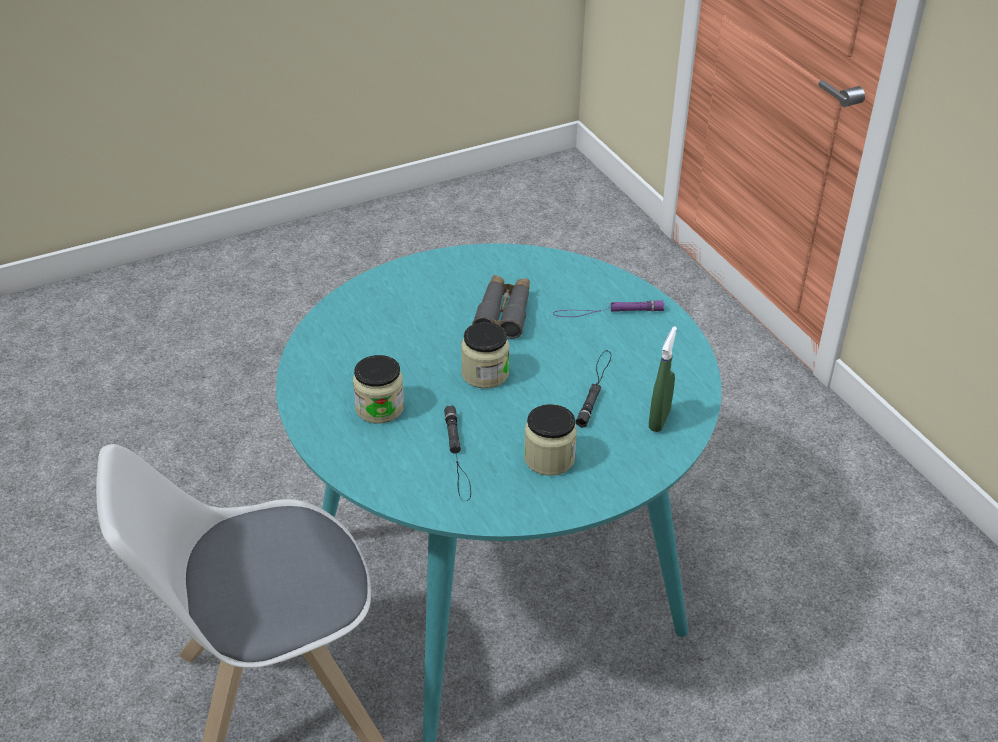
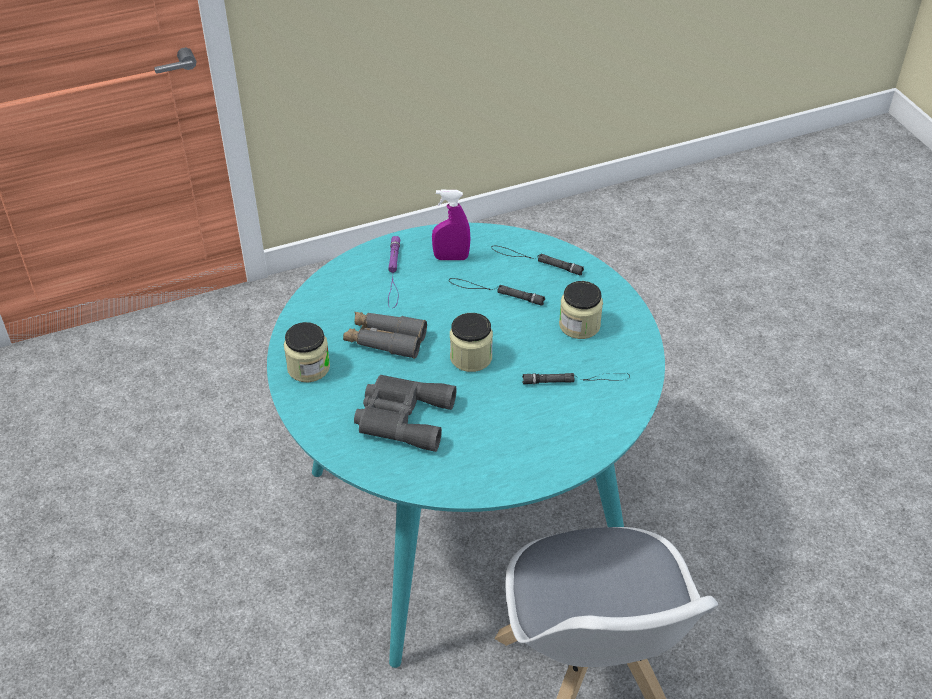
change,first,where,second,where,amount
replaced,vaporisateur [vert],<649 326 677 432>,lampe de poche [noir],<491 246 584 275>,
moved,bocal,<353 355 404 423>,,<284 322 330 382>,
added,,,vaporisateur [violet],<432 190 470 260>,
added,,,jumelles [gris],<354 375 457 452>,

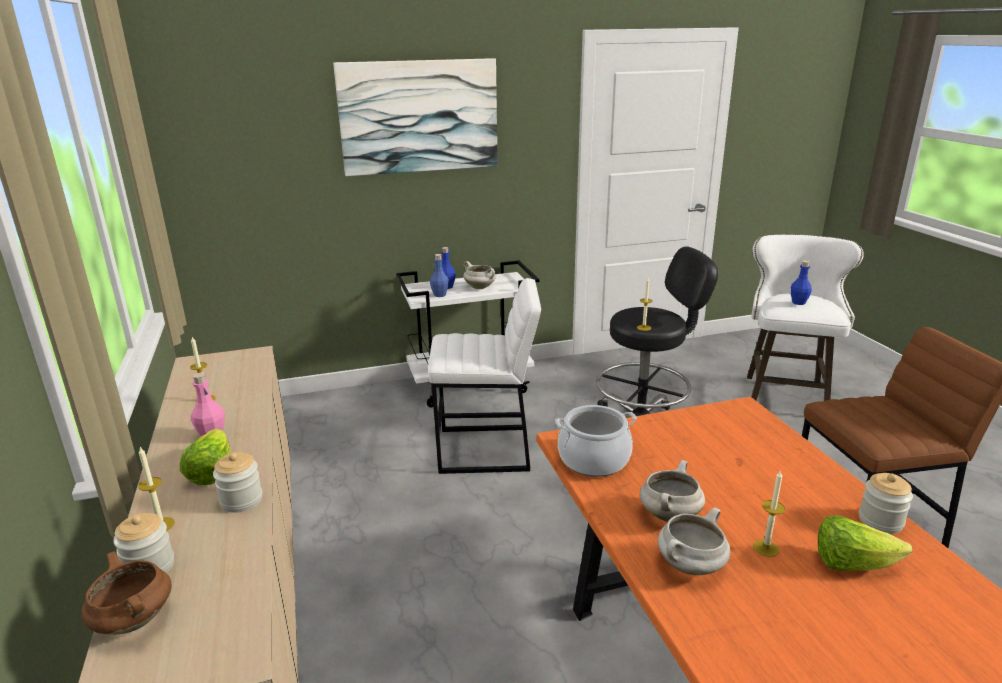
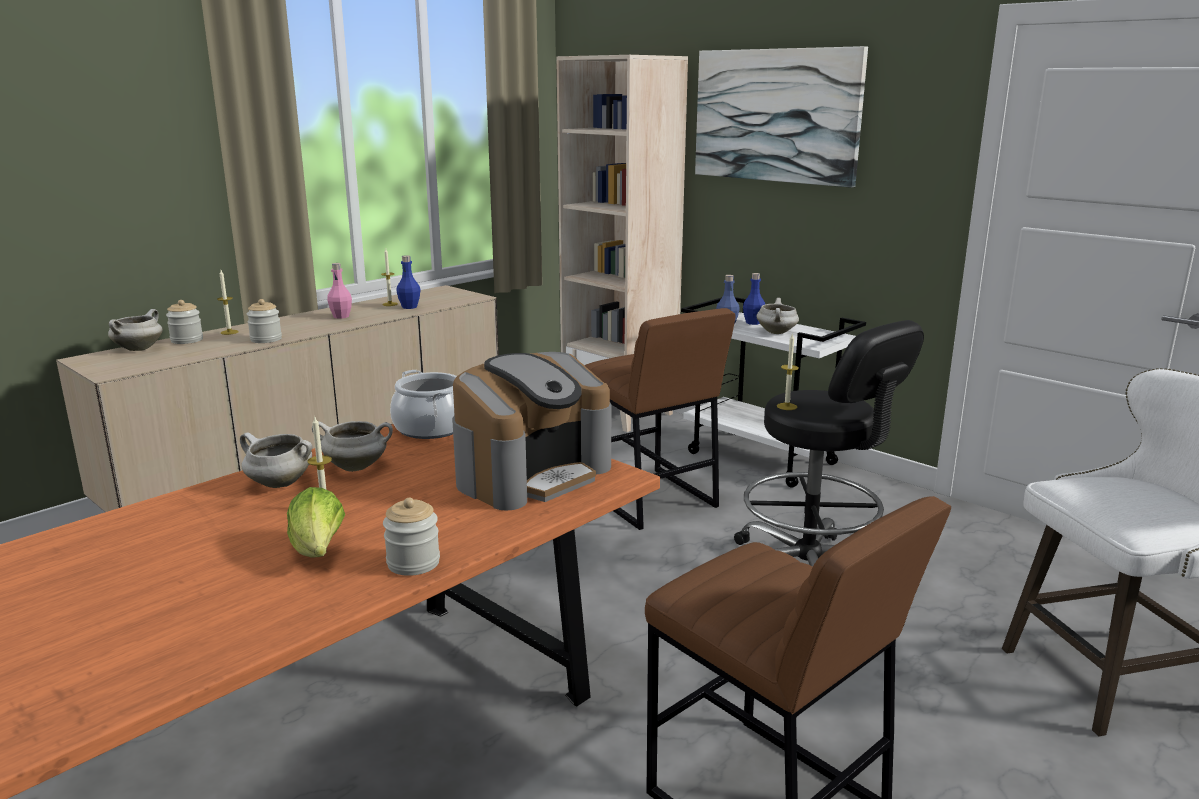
change,first,where,second,where,amount
moved,bouteille [bleu],<791 261 812 305>,,<396 255 420 309>,
recoloured,chaise [blanc],<428 278 541 474>,chaise [marron],<584 308 736 530>,
removed,laitue,<180 428 231 485>,,,
recoloured,marmite [marron],<82 551 172 635>,marmite [blanc],<108 309 163 351>,
added,,,bibliothèque [beige],<556 55 688 432>,
added,,,machine à café,<452 352 611 511>,

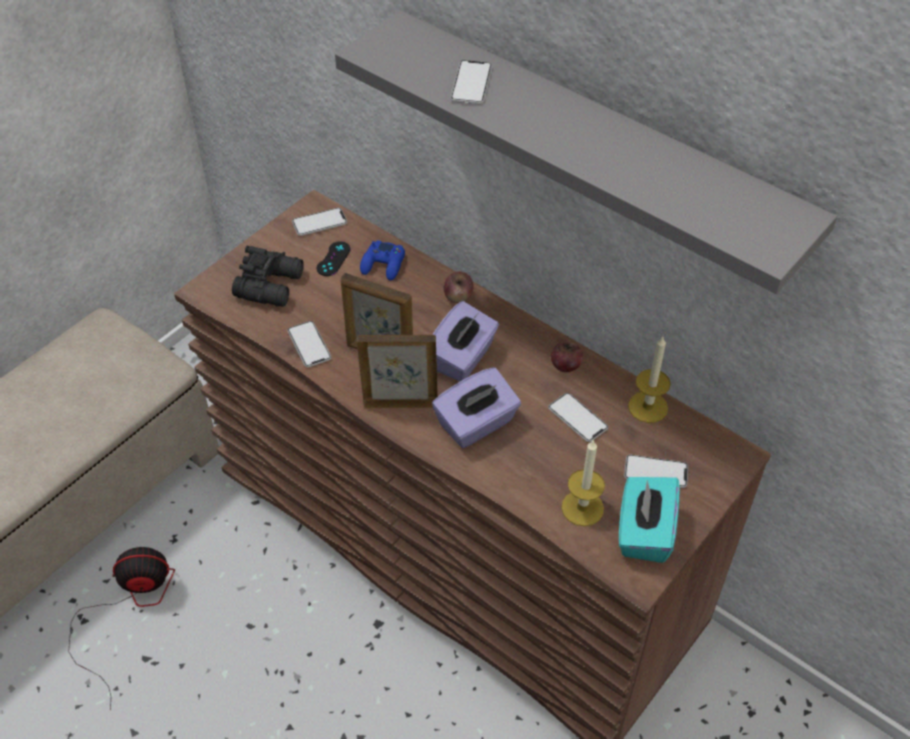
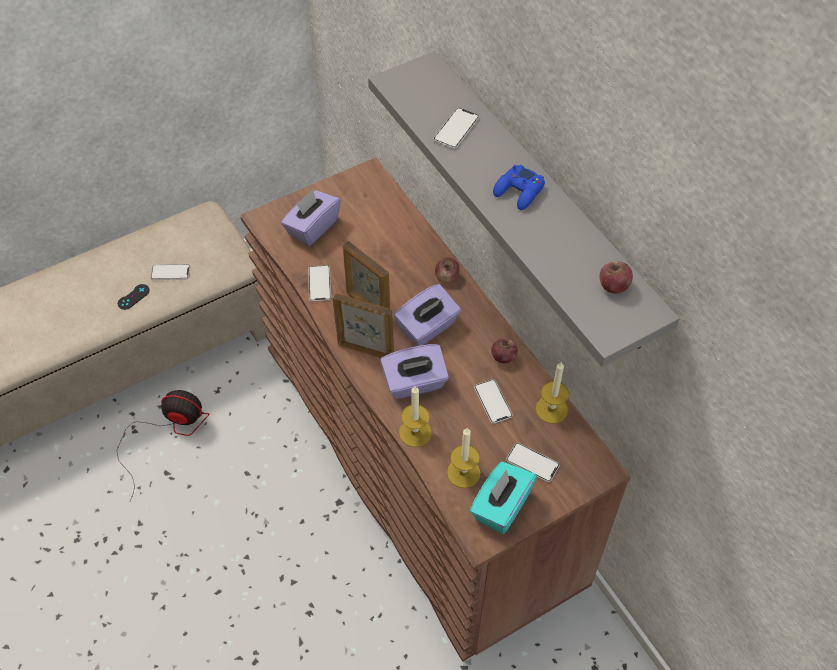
change,first,where,second,where,amount
moved,téléphone,<292 208 347 236>,,<150 264 190 280>,
moved,manette [bleu],<360 240 405 280>,,<493 165 545 210>,
moved,manette [noir],<317 241 351 276>,,<118 284 150 310>,
replaced,jumelles [noir],<232 246 304 307>,boîte à mouchoirs [violet],<281 190 341 246>,
added,,,pomme,<599 261 633 294>,
added,,,bougie,<399 386 432 447>,

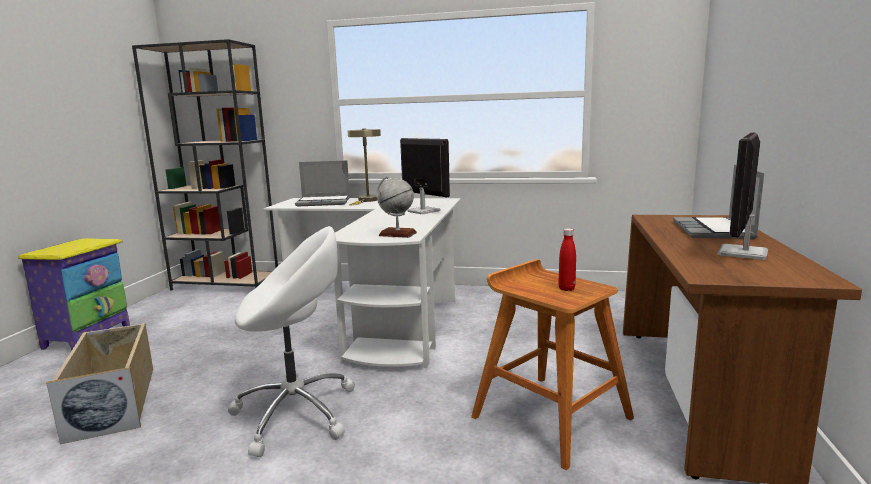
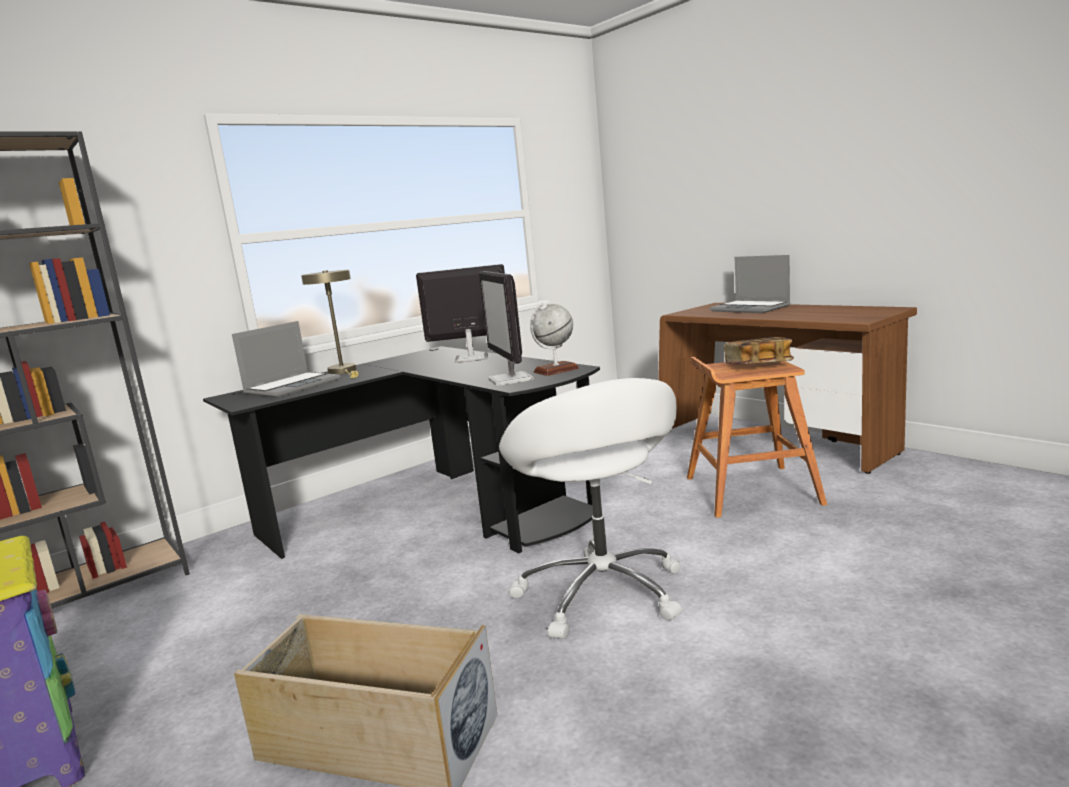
change,first,where,second,where,amount
moved,écran d'ordinateur,<717 133 768 260>,,<479 271 534 385>,
recoloured,bureau [blanc],<264 198 461 368>,bureau [noir],<203 346 600 559>,
turned,chaise de bureau [blanc],<228 226 355 457>,,<499 378 682 639>,135 degrees clockwise
replaced,bouteille [rouge],<558 228 576 291>,livre,<724 337 794 364>,

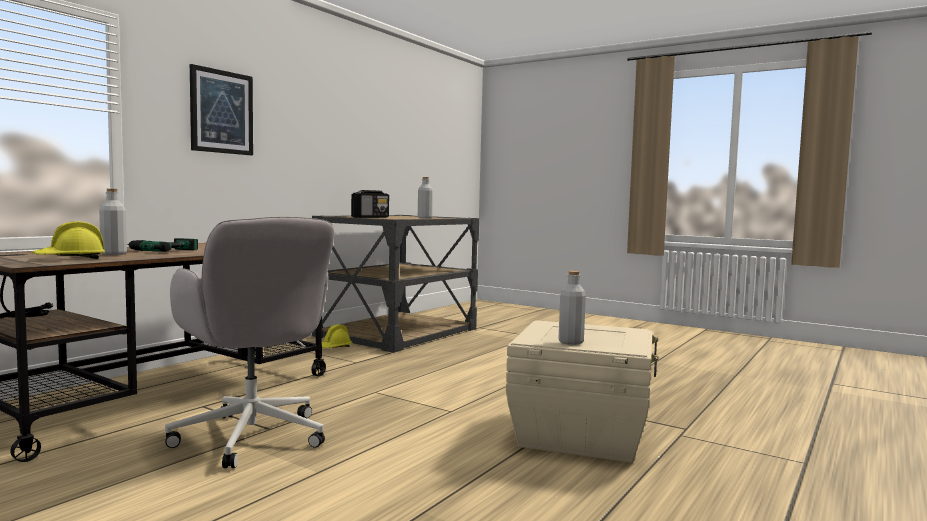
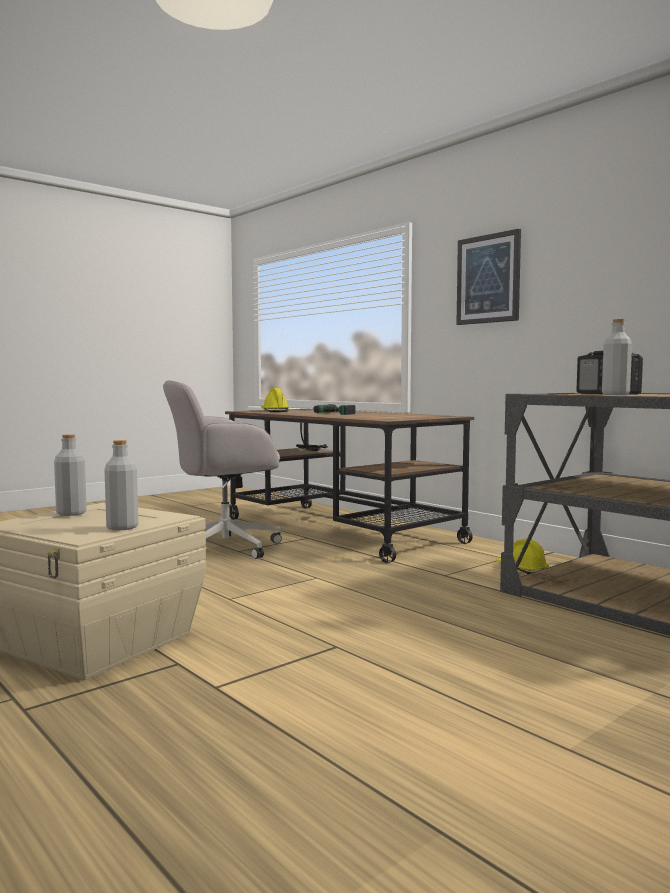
change,first,where,second,where,amount
moved,bouteille [gris],<99 189 127 255>,,<104 440 138 530>,

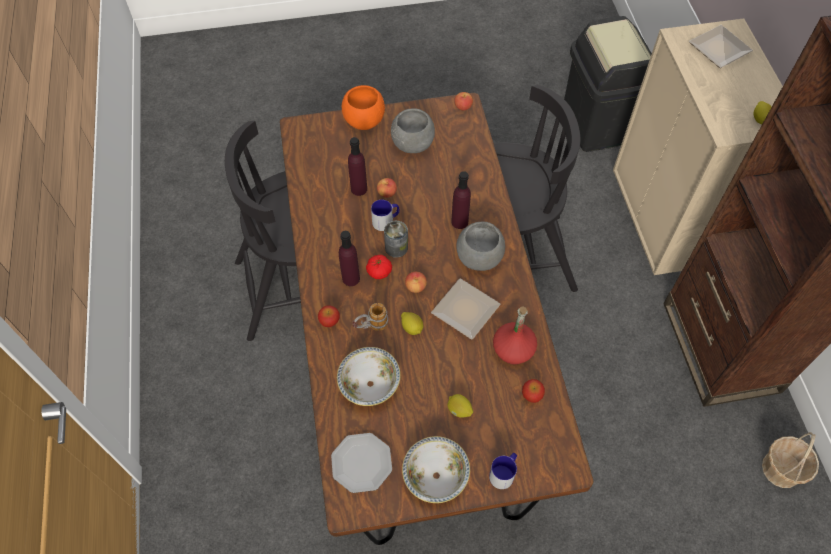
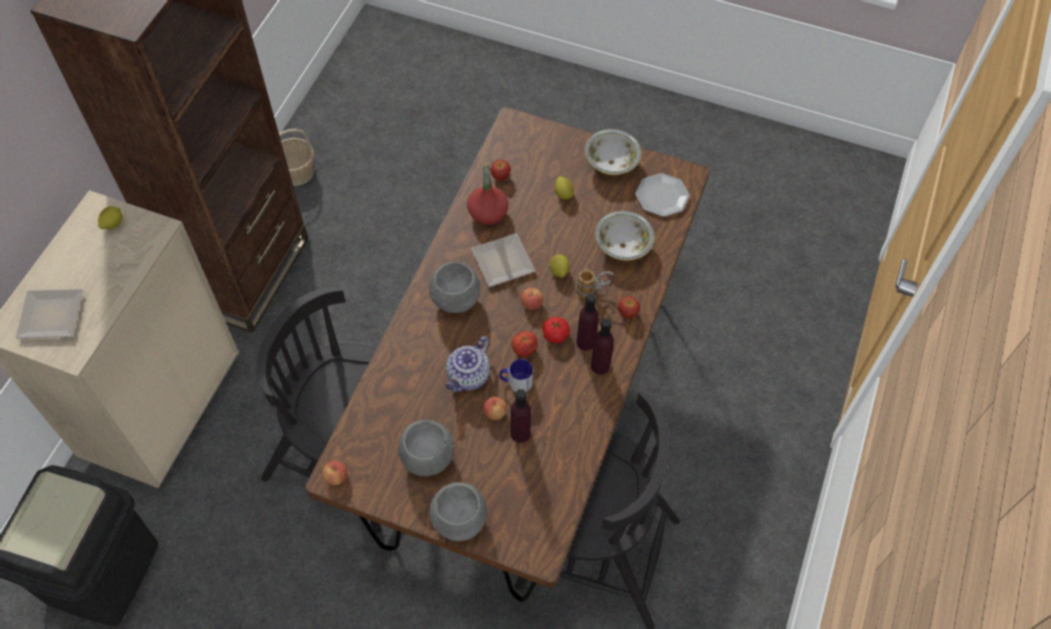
change,first,where,second,where,amount
recoloured,bol [orange],<342 85 385 130>,bol [gris],<430 482 487 541>,
moved,bouteille [violet],<451 171 471 229>,,<591 319 614 375>,
replaced,boîte métallique,<384 221 408 258>,tomate,<511 331 538 357>,
removed,mug,<489 453 517 489>,,,
added,,,théière,<445 336 490 392>,

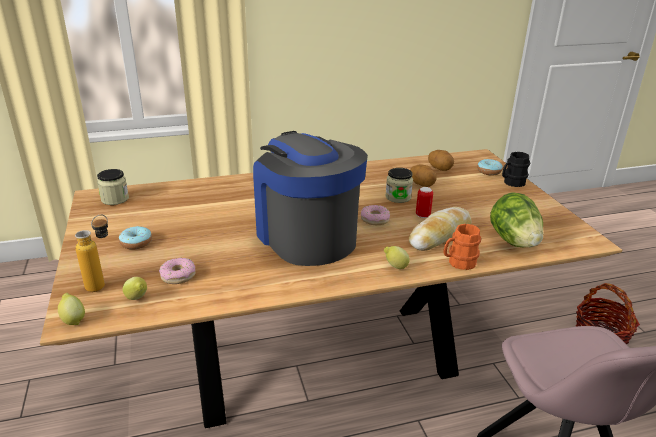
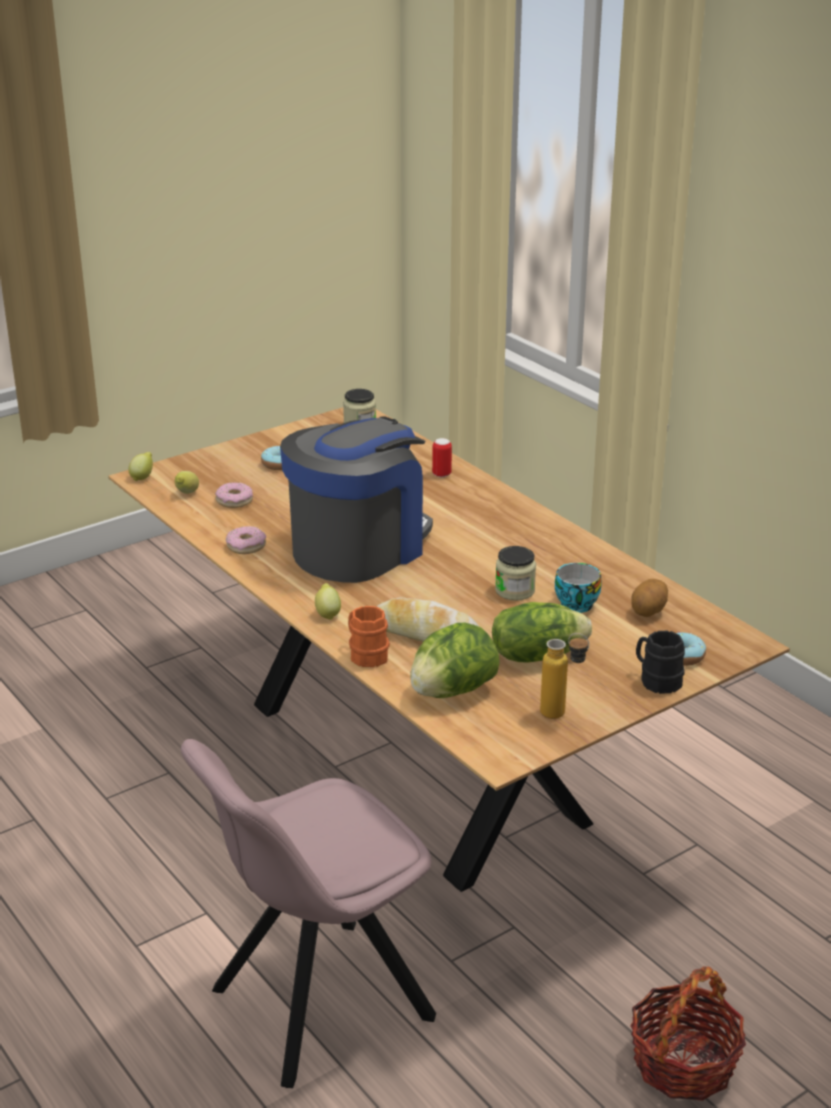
change,first,where,second,where,amount
replaced,pomme de terre,<410 164 437 187>,tasse,<555 563 602 613>,
moved,boîte métallique,<416 187 433 218>,,<432 438 452 477>,
moved,beignet,<361 205 390 225>,,<226 526 266 554>,
moved,bouteille,<75 215 108 292>,,<540 633 589 719>,
added,,,laitue,<492 602 592 663>,

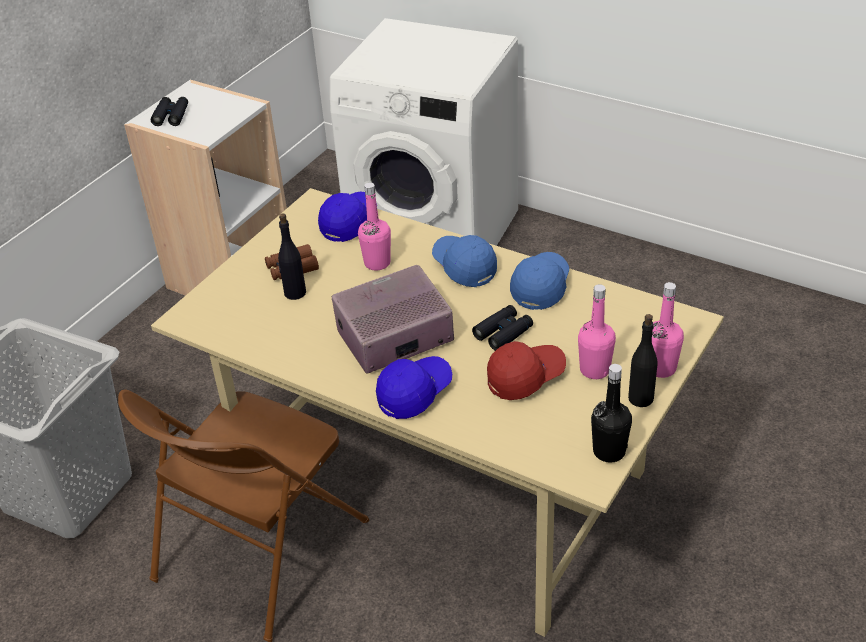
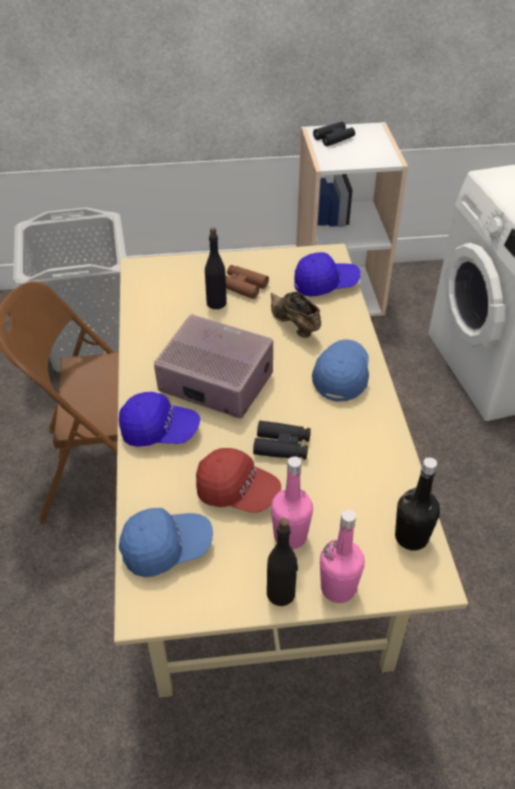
change,first,where,second,where,amount
replaced,bouteille [rose],<358 183 391 271>,chaussure [marron],<271 292 321 338>,
moved,casquette [bleu],<510 252 569 310>,,<119 508 213 577>,
moved,bouteille [noir],<591 364 632 463>,,<395 457 440 550>,

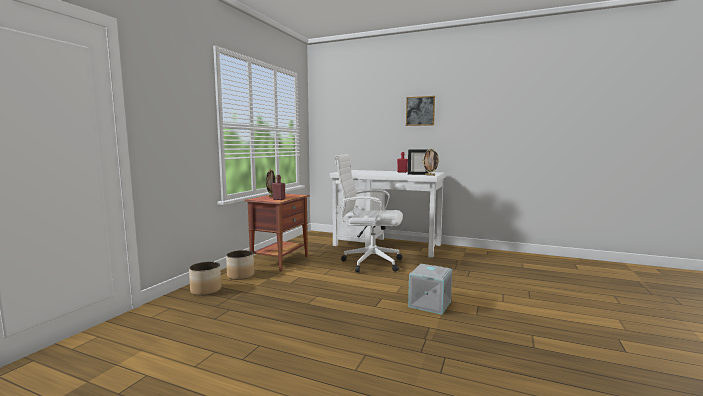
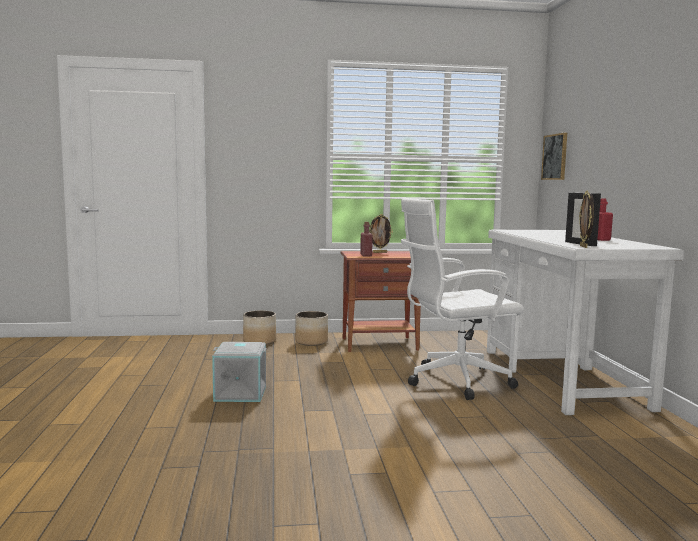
change,first,where,second,where,amount
moved,tableau,<406 96 435 126>,,<541 133 567 180>,
turned,chaise de bureau [blanc],<335 154 403 273>,,<401 197 524 400>,90 degrees counterclockwise
moved,boîte de rangement [gris],<408 264 452 315>,,<212 342 267 402>,

